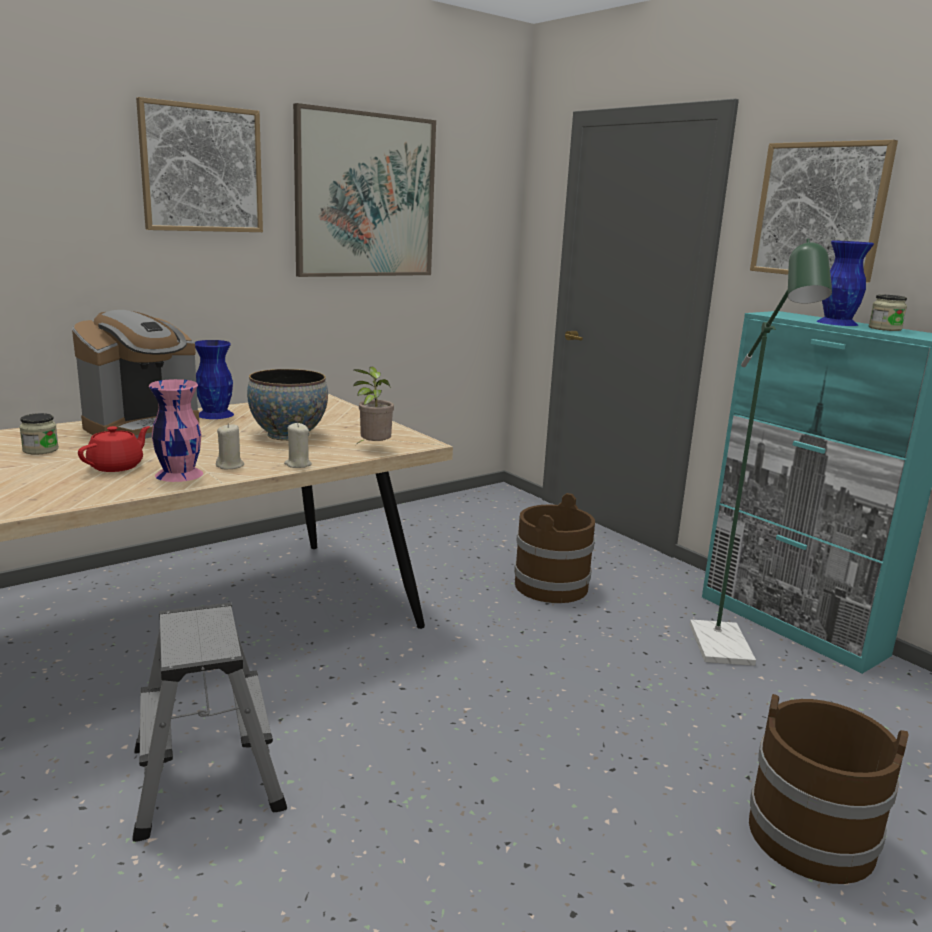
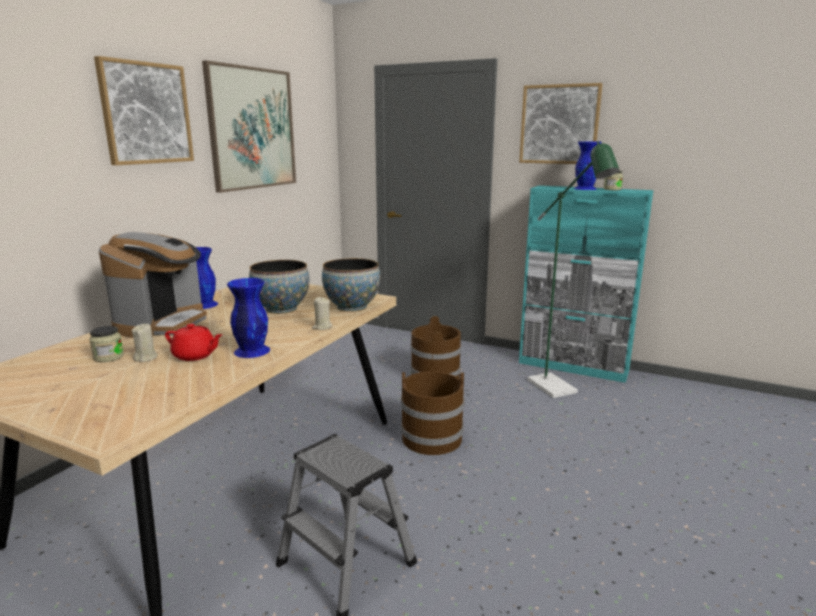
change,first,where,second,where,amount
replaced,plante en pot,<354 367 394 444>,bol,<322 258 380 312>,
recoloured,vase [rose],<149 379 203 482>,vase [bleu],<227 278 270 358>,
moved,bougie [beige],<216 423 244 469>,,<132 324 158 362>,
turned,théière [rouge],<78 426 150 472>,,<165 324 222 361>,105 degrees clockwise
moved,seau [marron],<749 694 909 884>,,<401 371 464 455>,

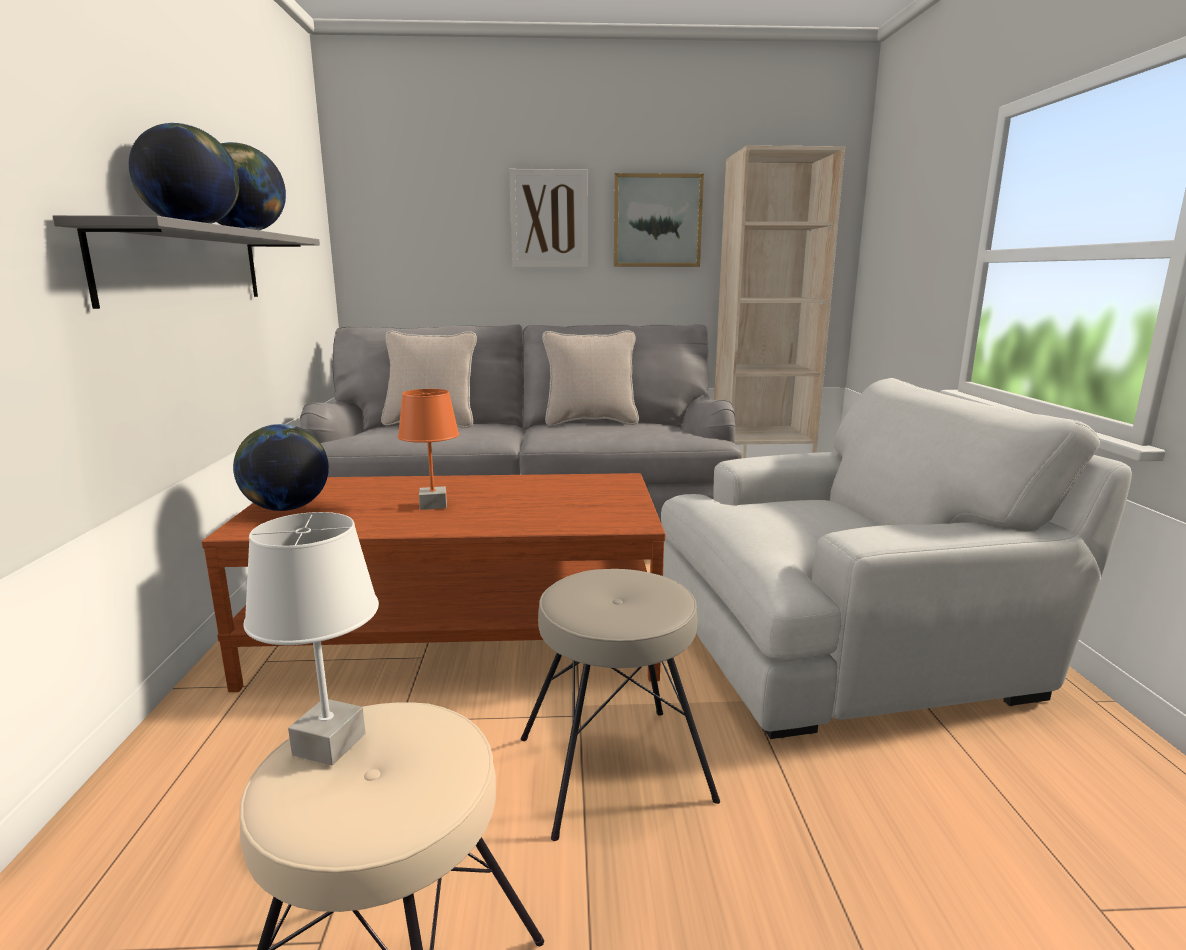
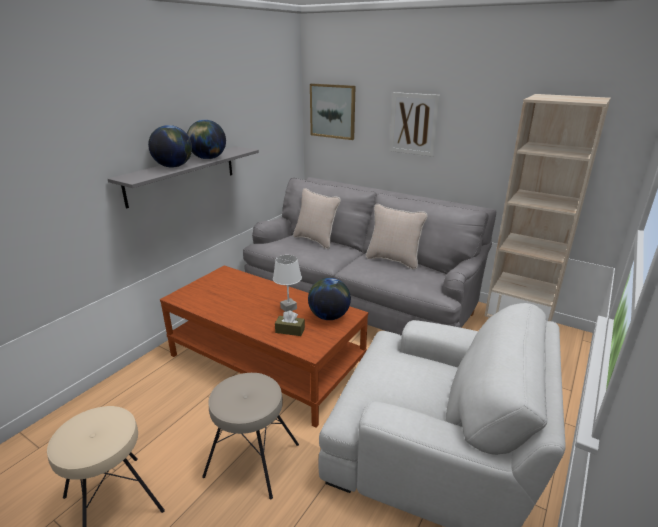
change,first,where,second,where,amount
moved,tableau,<614 173 704 267>,,<310 84 355 140>,
removed,lampe de table [orange],<398 389 459 510>,,,
moved,globe,<233 424 329 511>,,<308 278 351 320>,
moved,lampe de table [blanc],<243 512 379 766>,,<273 255 302 312>,
added,,,boîte à mouchoirs [marron],<275 311 305 336>,

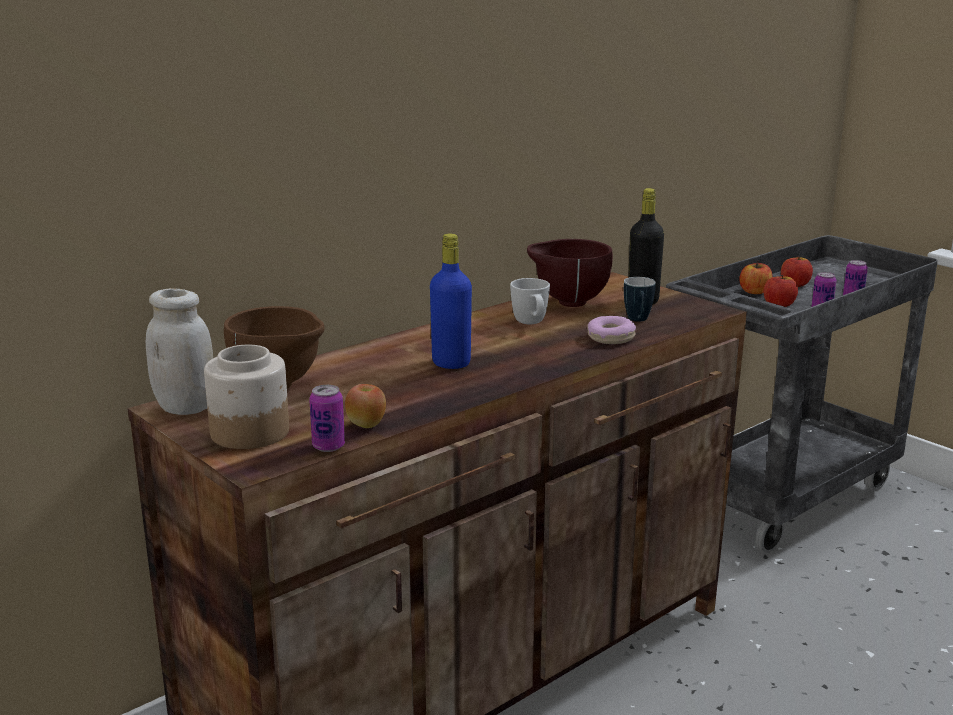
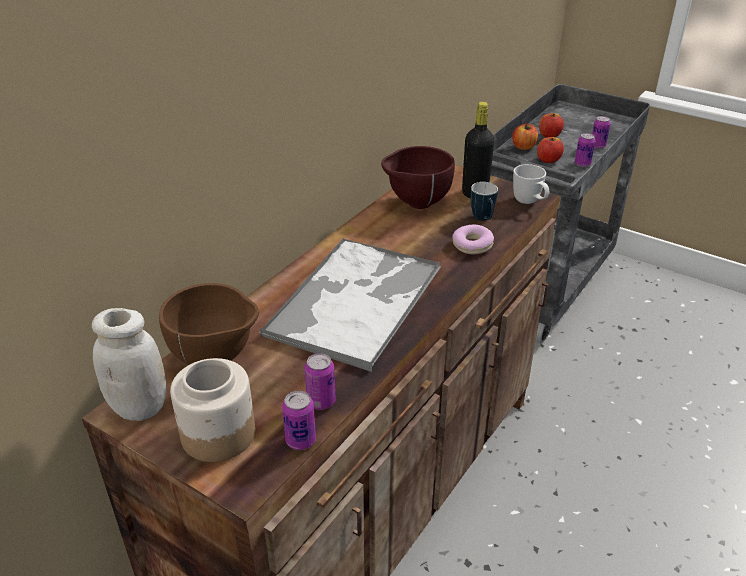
change,first,where,second,where,amount
replaced,bouteille [bleu],<430 234 472 369>,plateau,<259 238 441 372>,
moved,mug [blanc],<510 278 550 324>,,<513 164 549 204>,
replaced,pomme,<345 384 386 428>,boîte métallique,<305 353 335 410>,

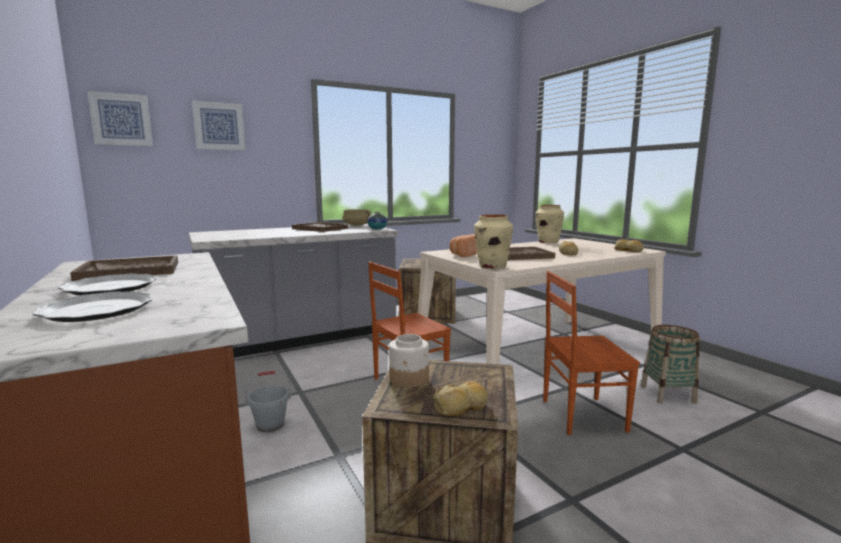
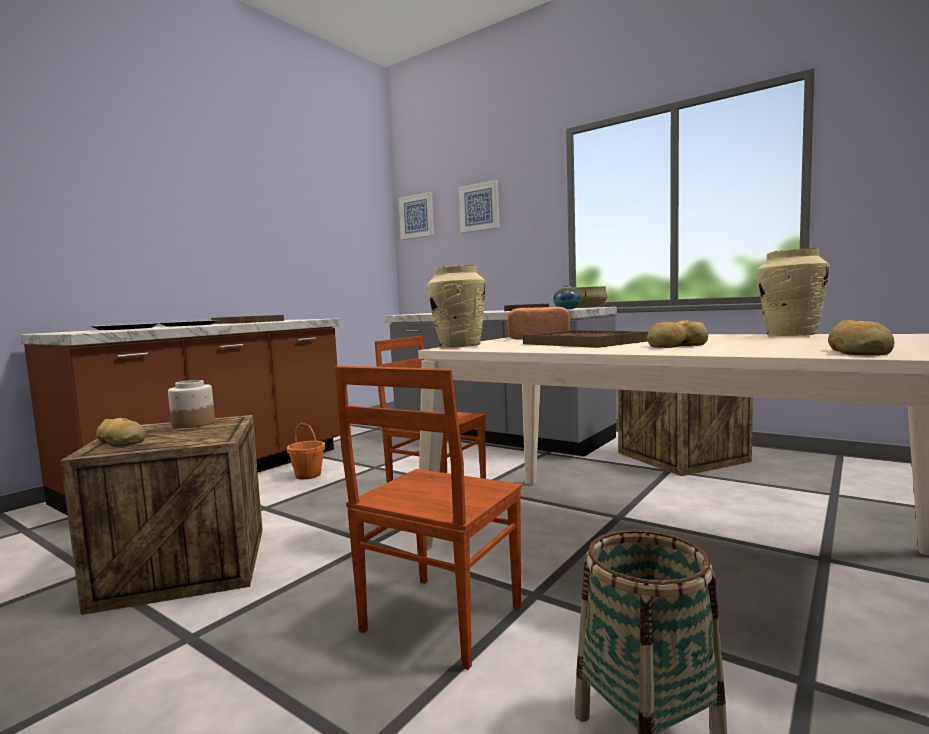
change,first,where,second,where,amount
turned,chaise [marron],<543 271 640 435>,,<335 366 522 670>,120 degrees counterclockwise
recoloured,seau [gris],<244 371 291 432>,seau [orange],<287 423 325 479>,

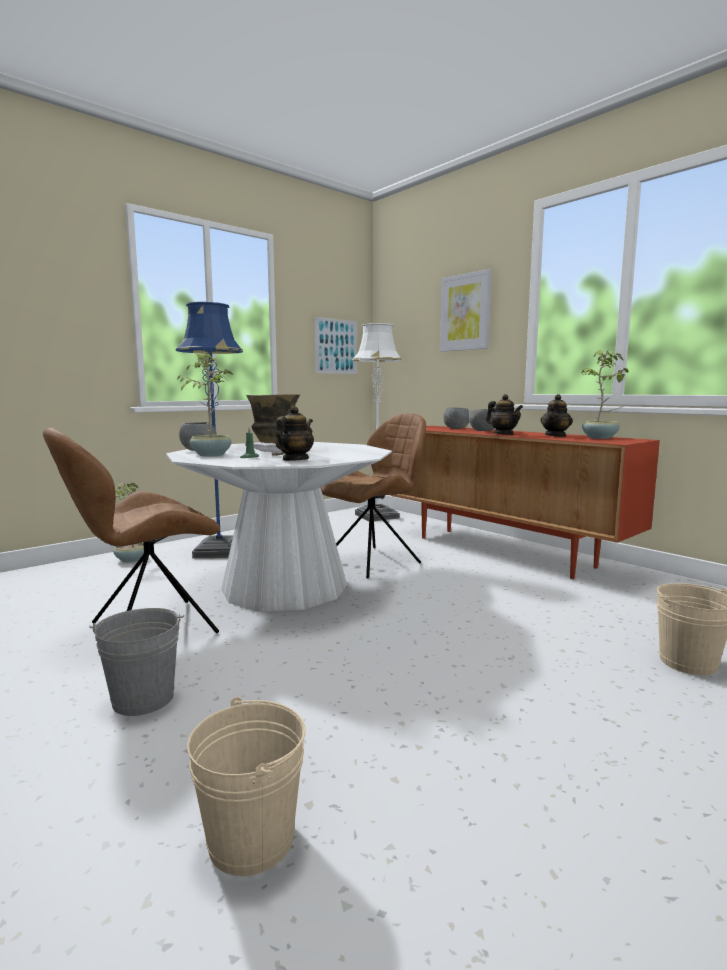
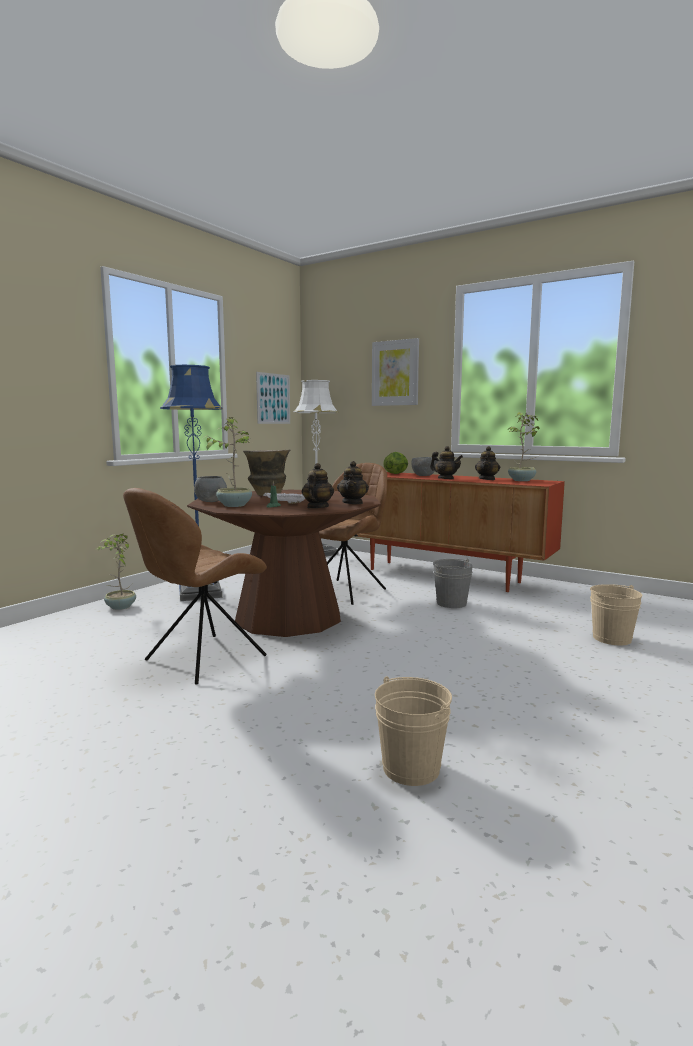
change,first,where,second,where,amount
replaced,bol [gris],<443 407 469 429>,laitue,<383 452 408 474>,
recoloured,table à manger [blanc],<166 442 392 611>,table à manger [marron],<187 490 381 637>,
moved,seau [gris],<89 608 185 716>,,<433 558 473 608>,
added,,,théière,<337 461 369 504>,

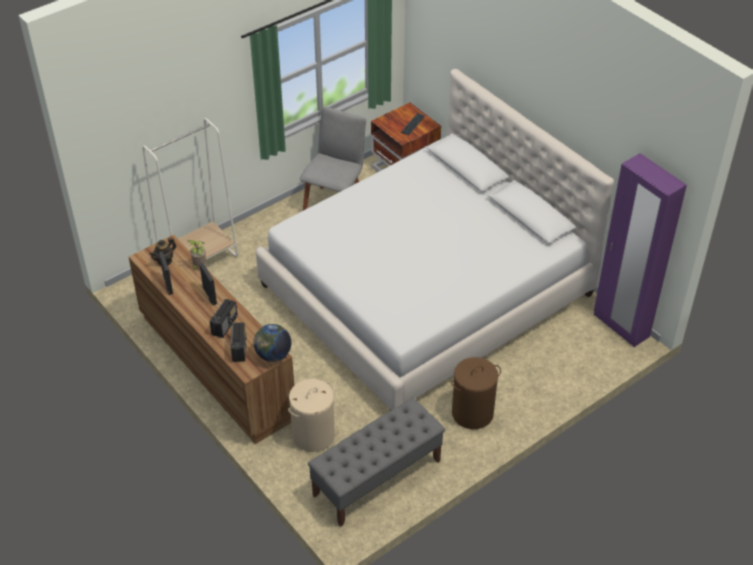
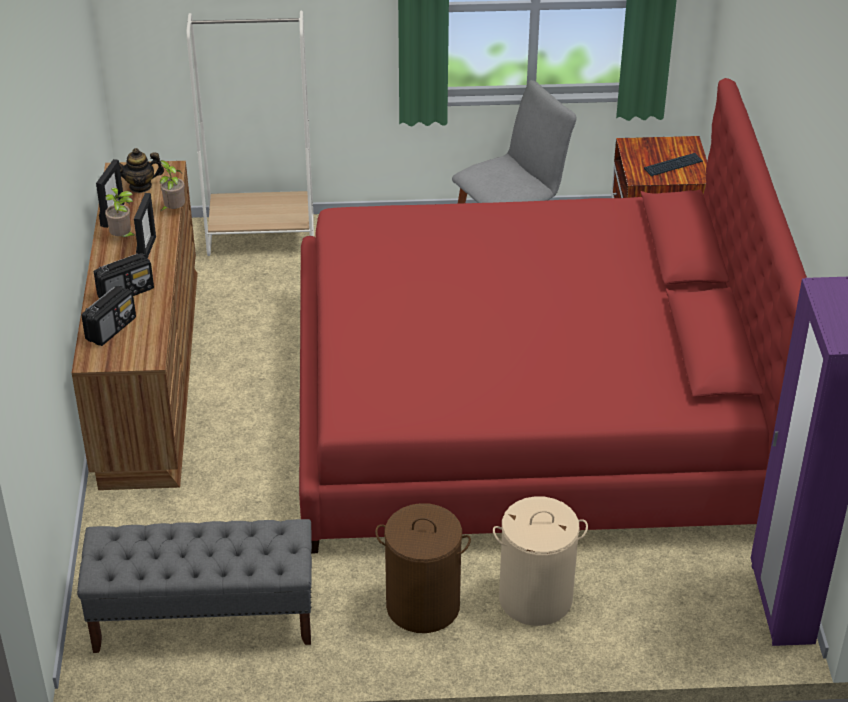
change,first,where,second,where,amount
recoloured,lit [blanc],<256 69 614 411>,lit [rouge],<299 78 807 554>,
removed,globe,<254 324 291 362>,,,
moved,panier à linge [beige],<288 379 335 452>,,<493 496 588 626>,
added,,,plante en pot,<105 188 136 237>,

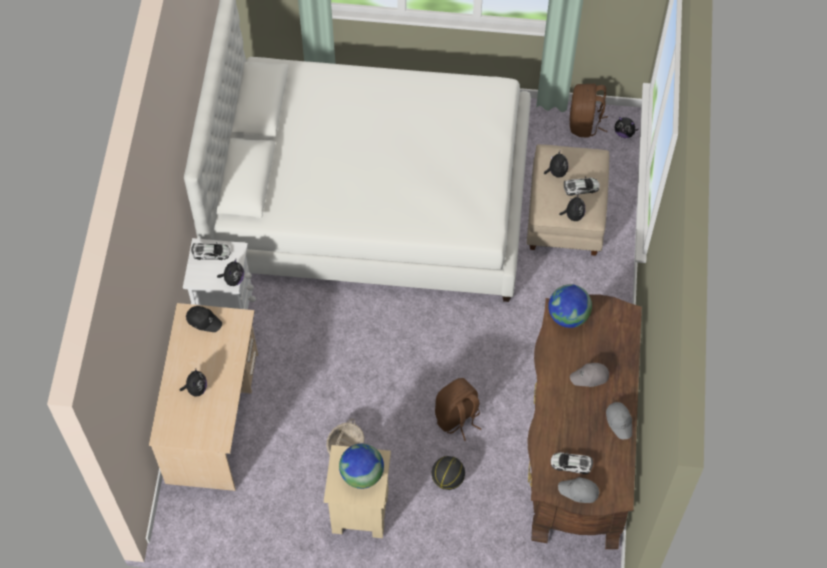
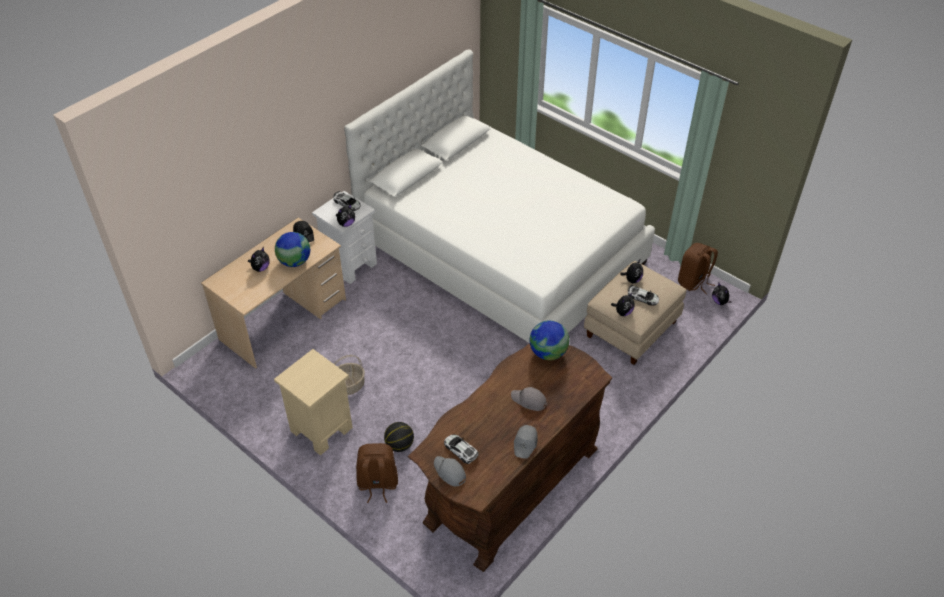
change,first,where,second,where,amount
moved,sac à dos [marron],<435 378 481 441>,,<356 443 398 503>,
moved,globe,<339 444 384 489>,,<275 232 310 267>,

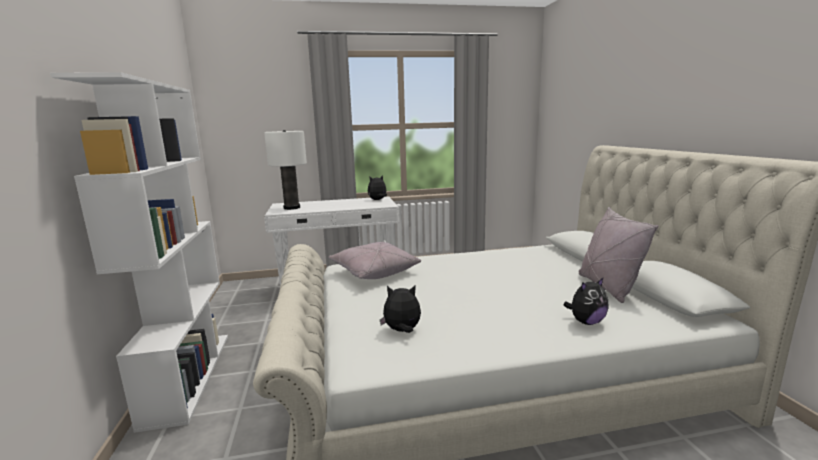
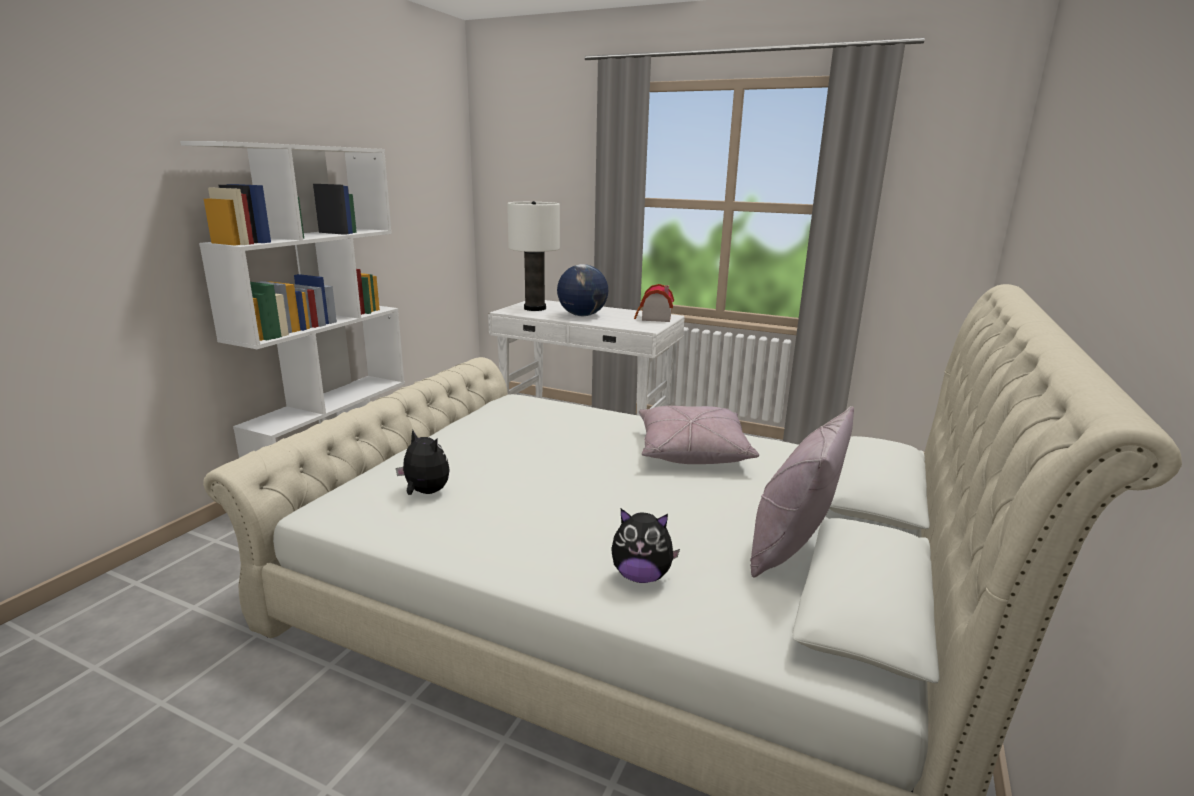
change,first,where,second,where,amount
replaced,peluche,<368 175 387 200>,maison miniature,<634 284 674 322>,
moved,coussin [violet],<328 242 421 279>,,<639 405 759 464>,
added,,,globe,<557 264 608 316>,

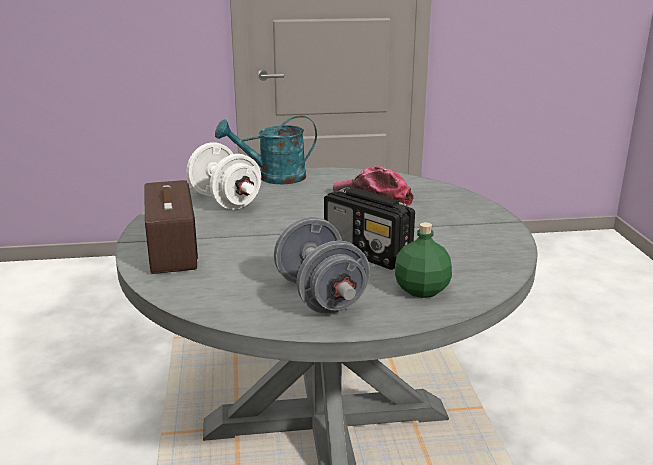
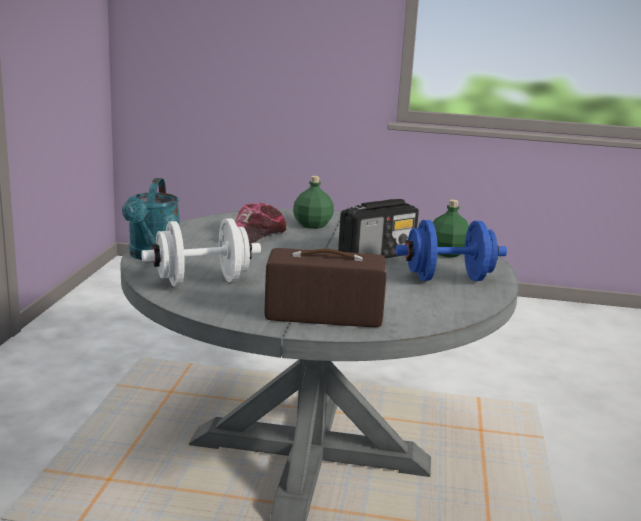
change,first,where,second,where,amount
recoloured,haltère [gris],<274 217 370 314>,haltère [bleu],<396 220 507 281>,
added,,,bouteille [vert],<293 176 334 229>,

